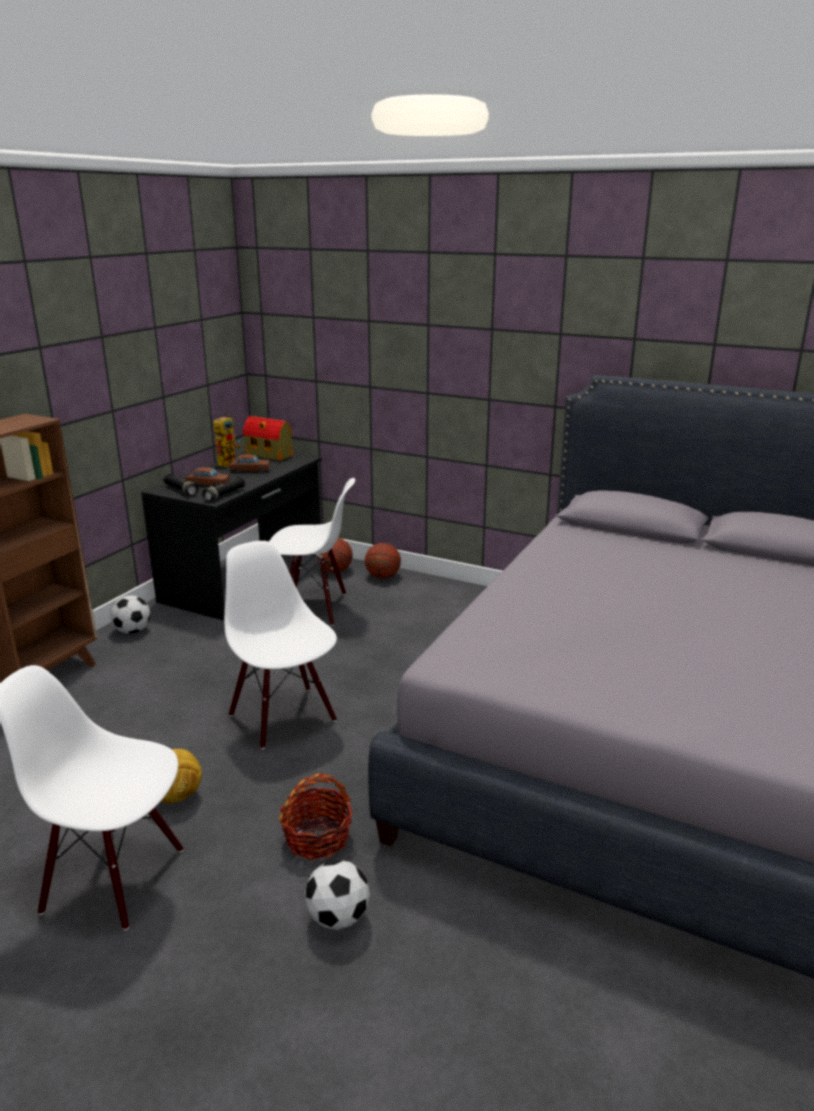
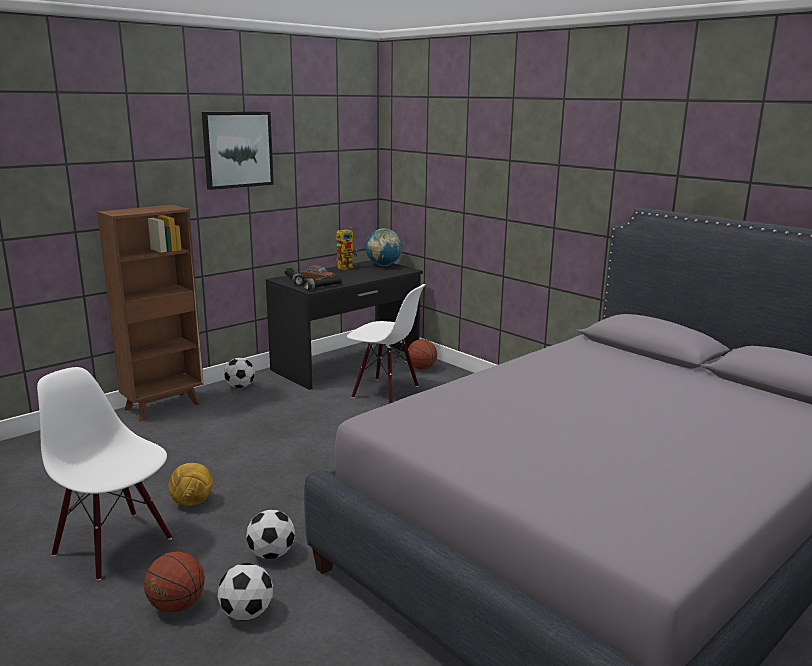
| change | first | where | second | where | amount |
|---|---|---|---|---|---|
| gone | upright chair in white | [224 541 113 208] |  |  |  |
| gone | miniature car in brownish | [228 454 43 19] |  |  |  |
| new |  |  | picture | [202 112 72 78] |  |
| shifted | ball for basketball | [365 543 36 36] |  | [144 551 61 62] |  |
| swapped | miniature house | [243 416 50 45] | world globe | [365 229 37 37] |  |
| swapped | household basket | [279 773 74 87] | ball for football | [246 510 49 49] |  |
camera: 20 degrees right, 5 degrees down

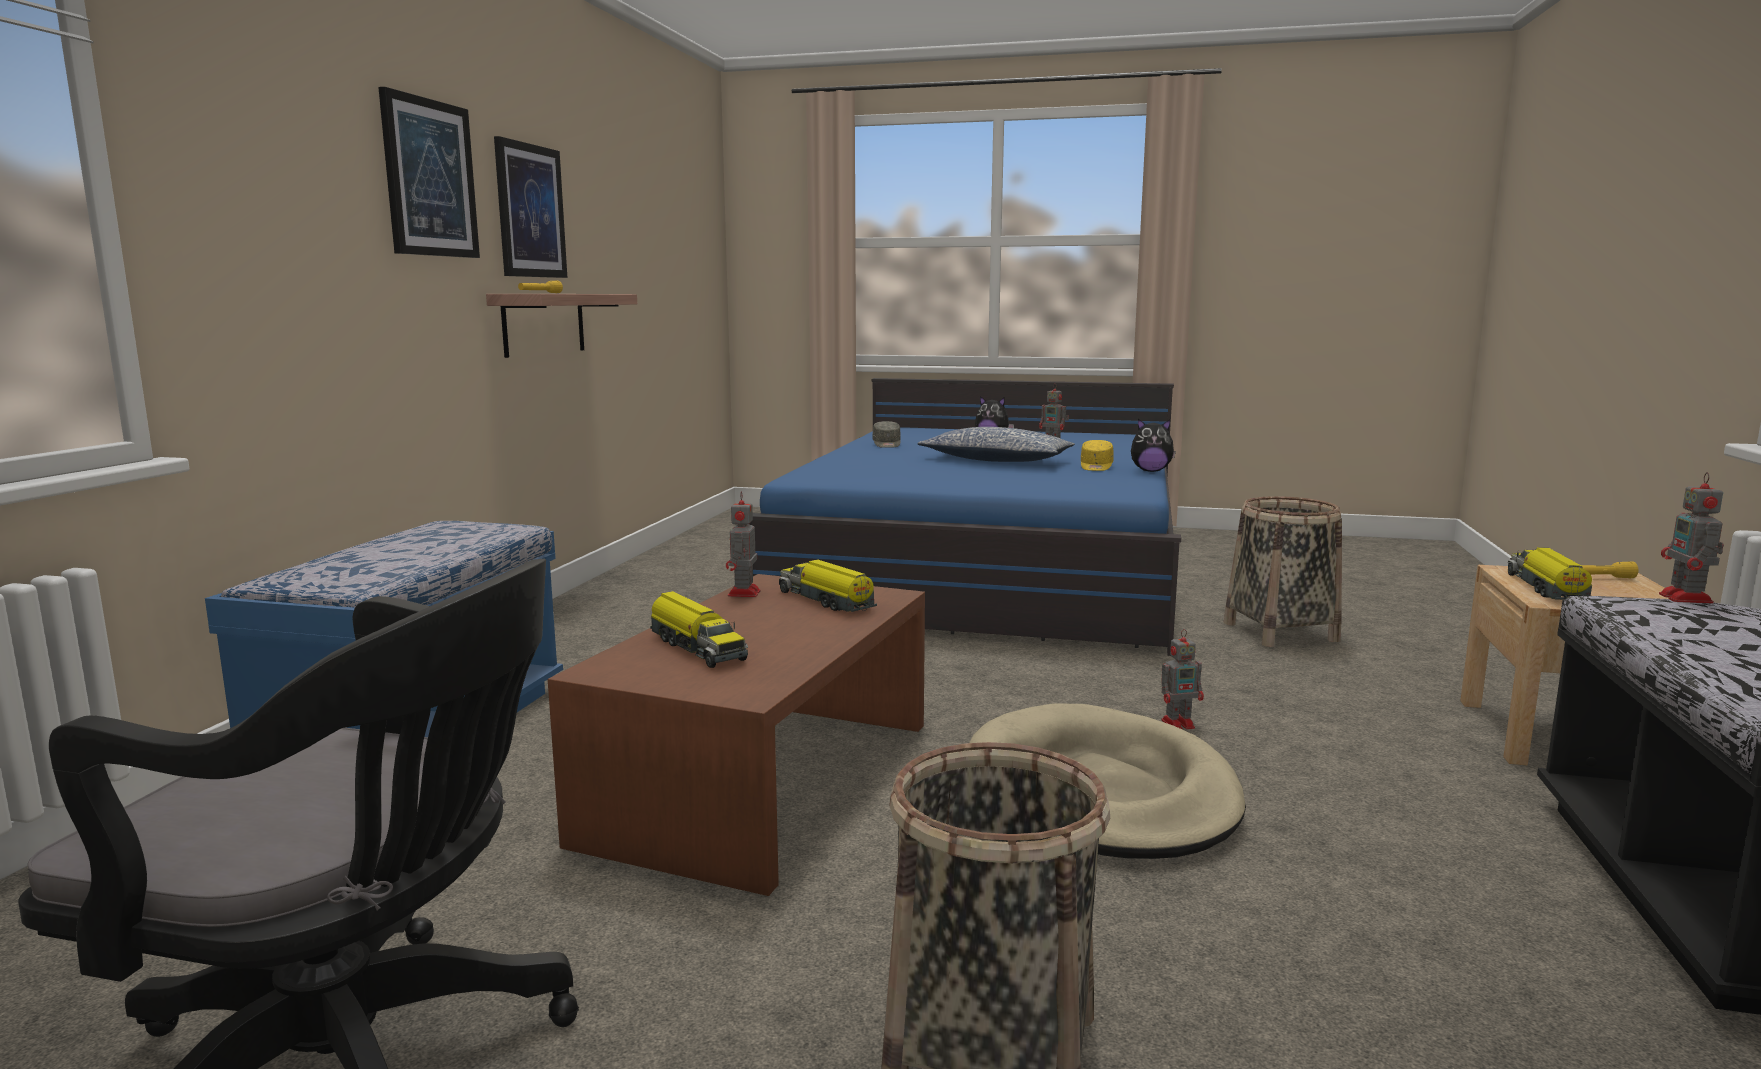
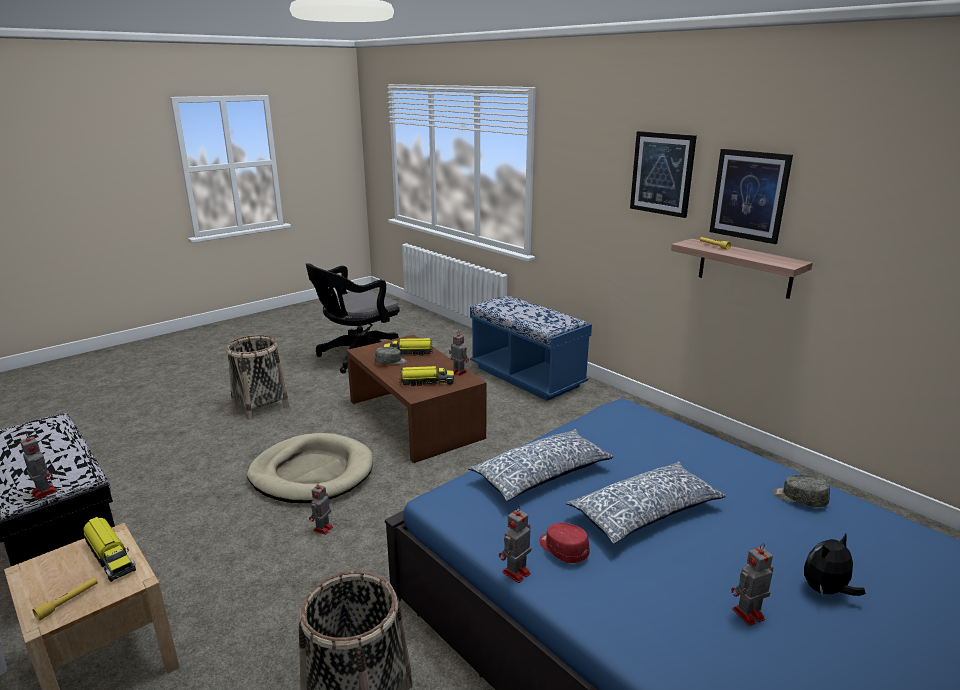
| change | first | where | second | where | amount |
|---|---|---|---|---|---|
| new |  |  | peaked cap in greyish | [375 347 32 18] |  |
| new |  |  | cushion | [468 429 146 72] |  |
| swapped | plush toy | [1131 419 45 53] | model robot | [499 506 32 77] |  |
| repainted | peaked cap in yellow-coloured | [1081 440 33 31] | peaked cap in red | [539 522 51 41] |  |
camera: 125 degrees right, 10 degrees up

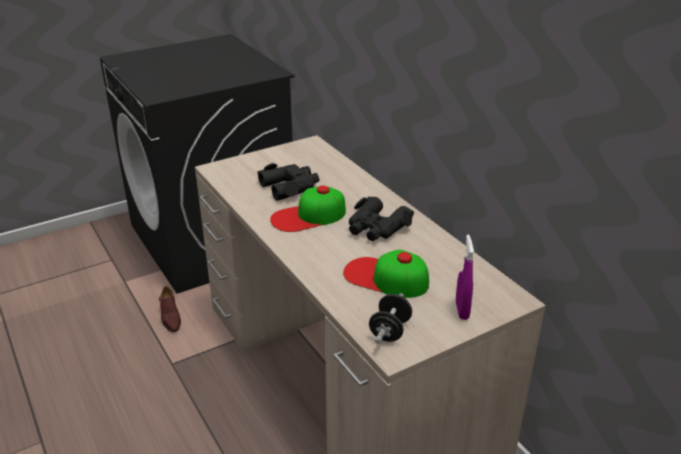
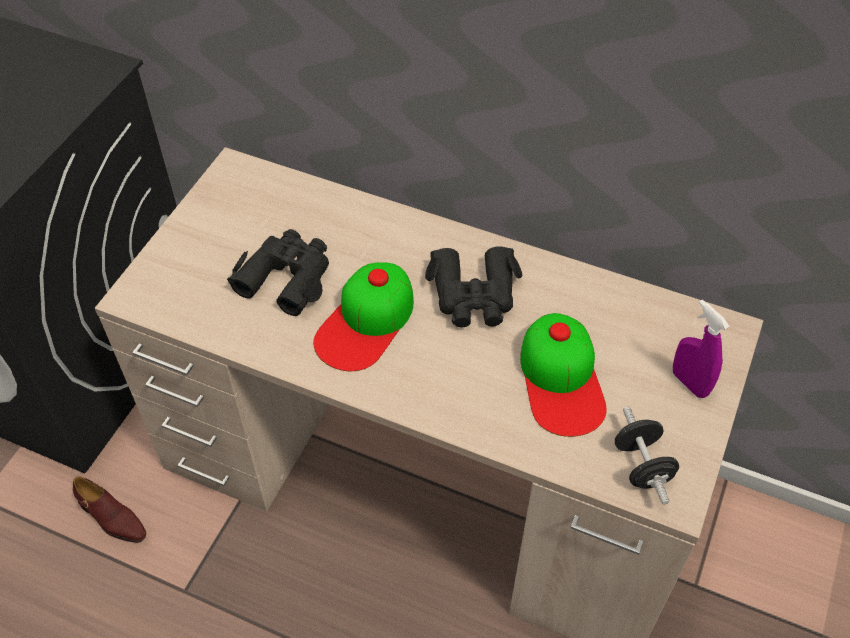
| change | first | where | second | where | amount |
|---|---|---|---|---|---|
| rotated | peaked cap | [343 250 86 48] |  | [520 313 87 124] | 90 degrees counterclockwise |
camera: 35 degrees left, 20 degrees up

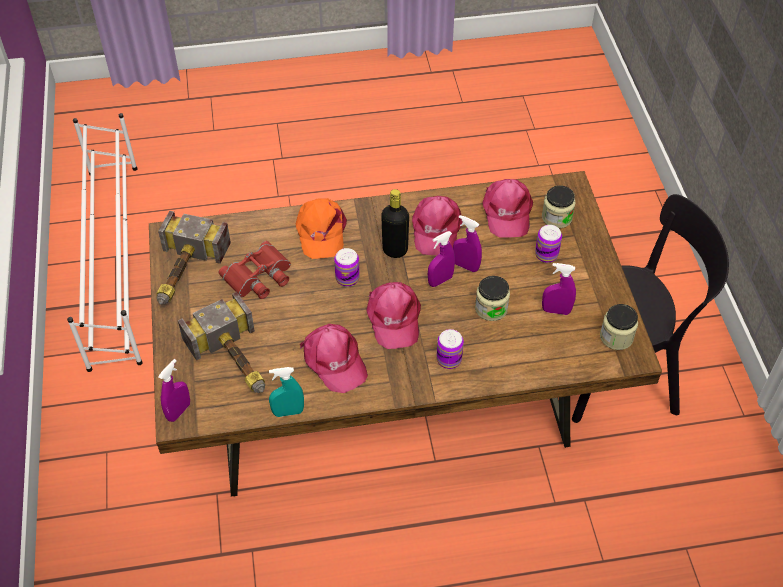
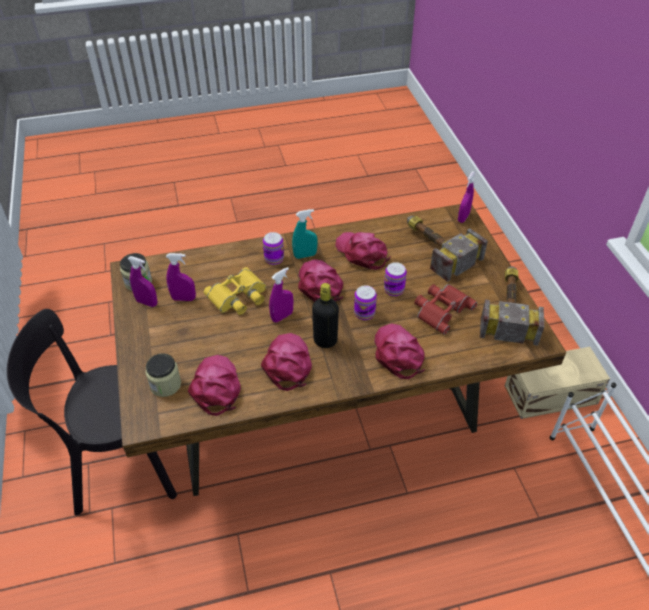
| change | first | where | second | where | amount |
|---|---|---|---|---|---|
| new |  |  | storage bin in beige-coloured | [505 347 105 72] |  |
| shifted | sprayer in turquoise-coloured | [269 367 35 50] |  | [292 209 26 50] |  |
| shifted | sprayer in purplish | [453 215 29 57] |  | [128 256 29 51] |  |
| shifted | metal can | [535 225 27 38] |  | [384 262 23 34] |  |
| swapped | jar | [475 276 35 45] | pair of binoculars in yellow-coloured | [204 267 62 48] |  |
| repainted | peaked cap in orange-coloured | [296 198 51 61] | peaked cap in pink | [374 323 51 56] |  |
camera: 175 degrees right, 5 degrees down

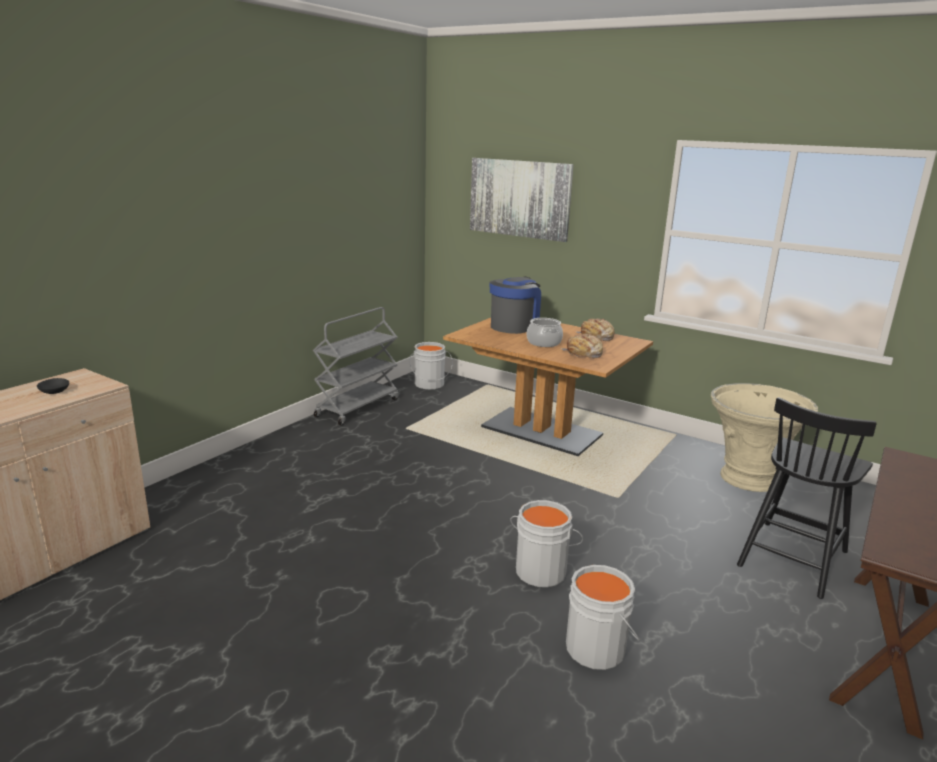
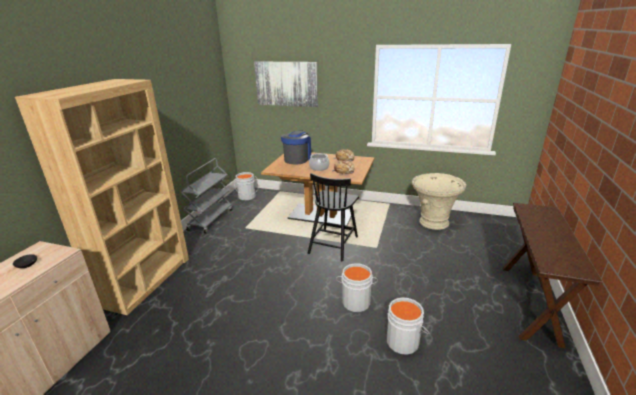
| change | first | where | second | where | amount |
|---|---|---|---|---|---|
| new |  |  | bookshelf in brownish | [15 79 174 236] |  |
| shifted | upright chair in blackish | [737 397 140 202] |  | [308 173 51 88] |  |
camera: 15 degrees left, 5 degrees up

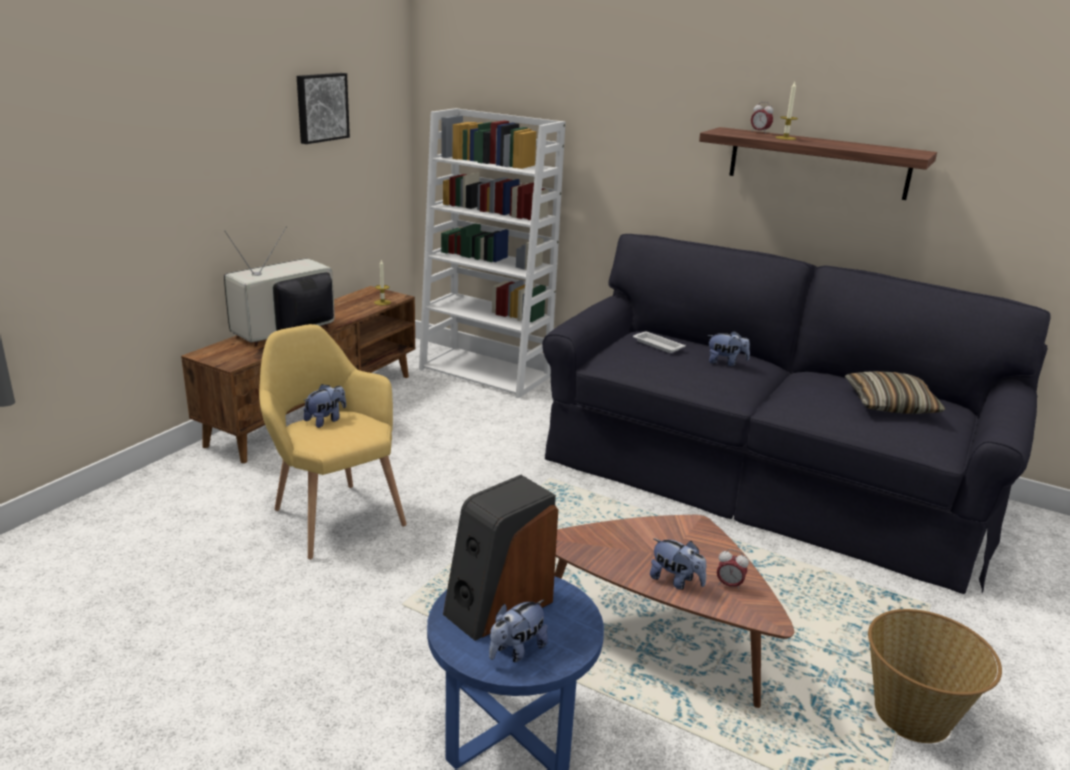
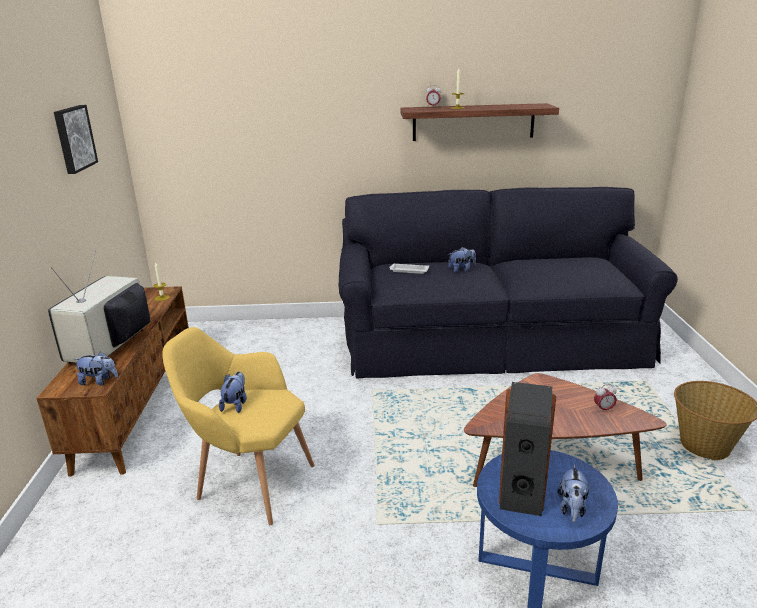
| change | first | where | second | where | amount |
|---|---|---|---|---|---|
| gone | bookshelf in white | [419 108 147 290] |  |  |  |
| gone | cushion | [845 371 100 43] |  |  |  |
| shifted | plush toy | [650 538 56 52] |  | [74 352 44 33] |  |
camera: 30 degrees left, 0 degrees up

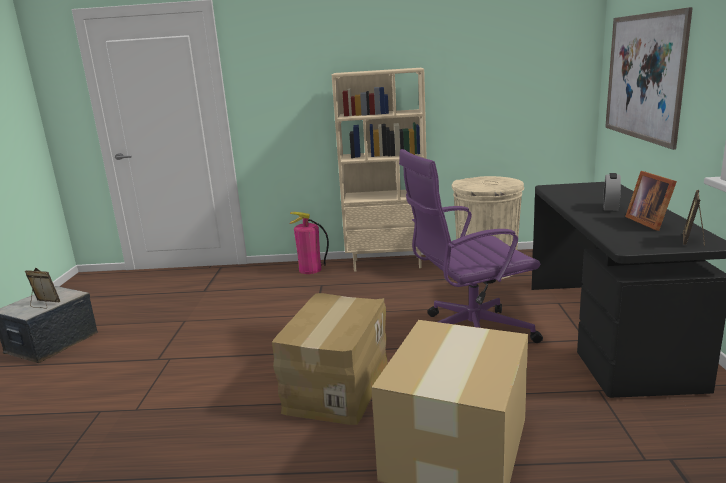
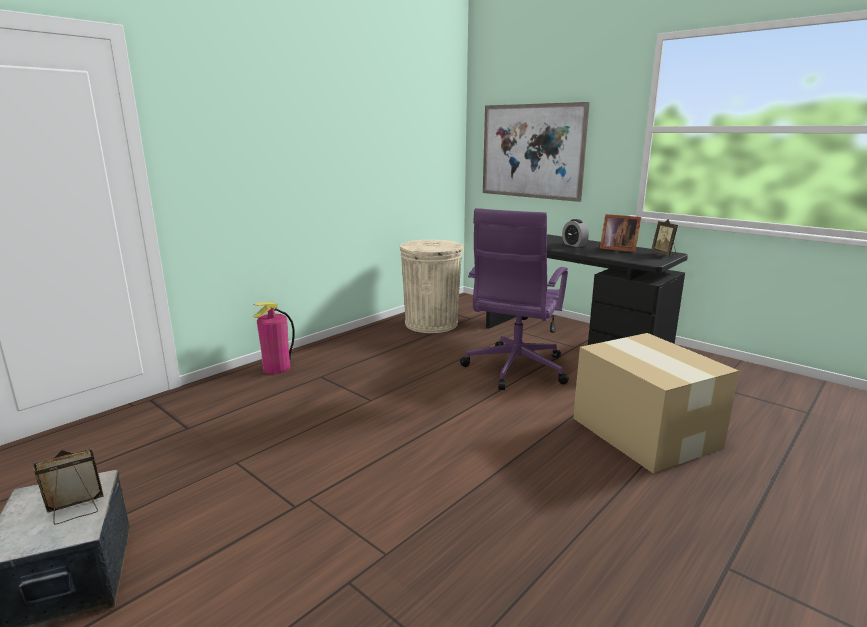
| change | first | where | second | where | amount |
|---|---|---|---|---|---|
| gone | packing box | [272 293 116 132] |  |  |  |
| gone | bookshelf in beige-coloured | [332 68 95 204] |  |  |  |
camera: 50 degrees left, 0 degrees up

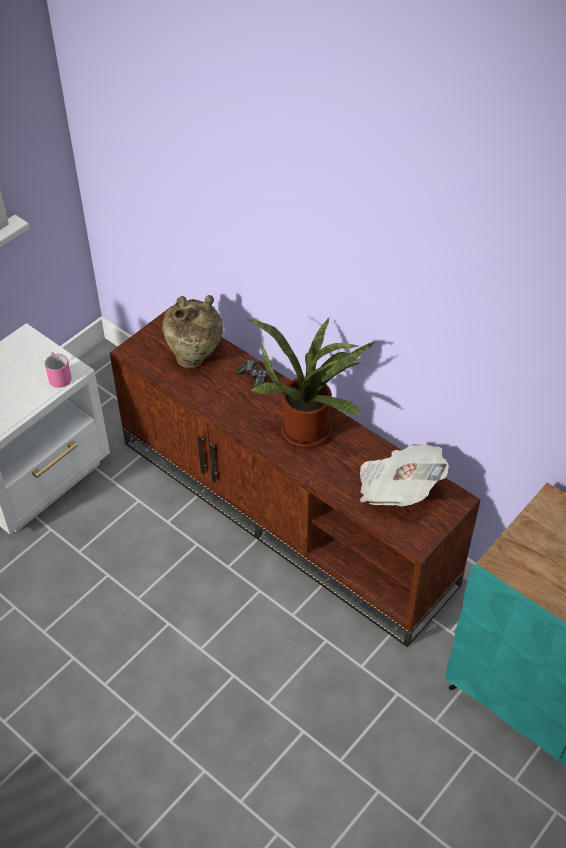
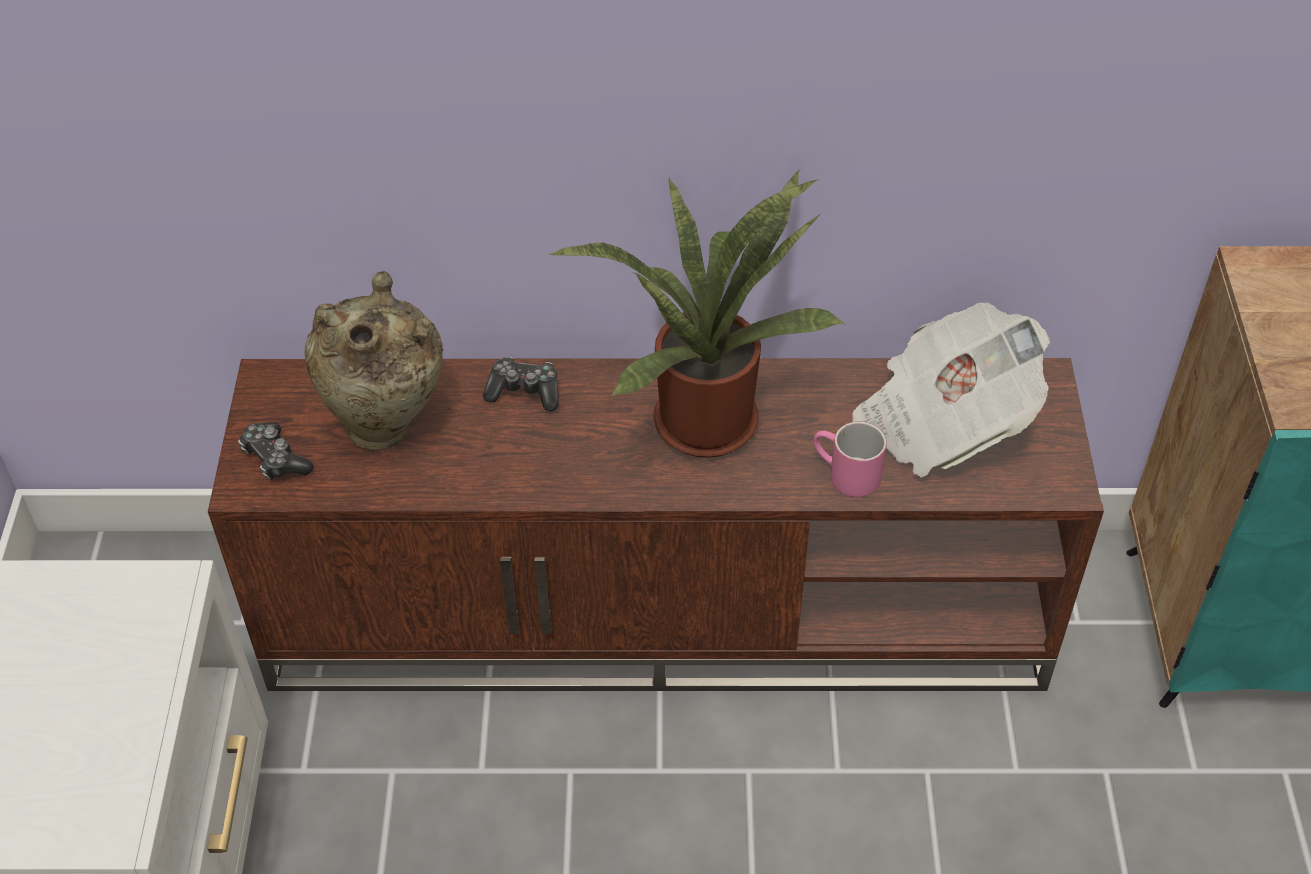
| change | first | where | second | where | amount |
|---|---|---|---|---|---|
| new |  |  | gamepad | [238 422 76 58] |  |
| shifted | tea mug in pink | [45 352 27 36] |  | [813 421 74 76] |  |
camera: 40 degrees left, 0 degrees up

